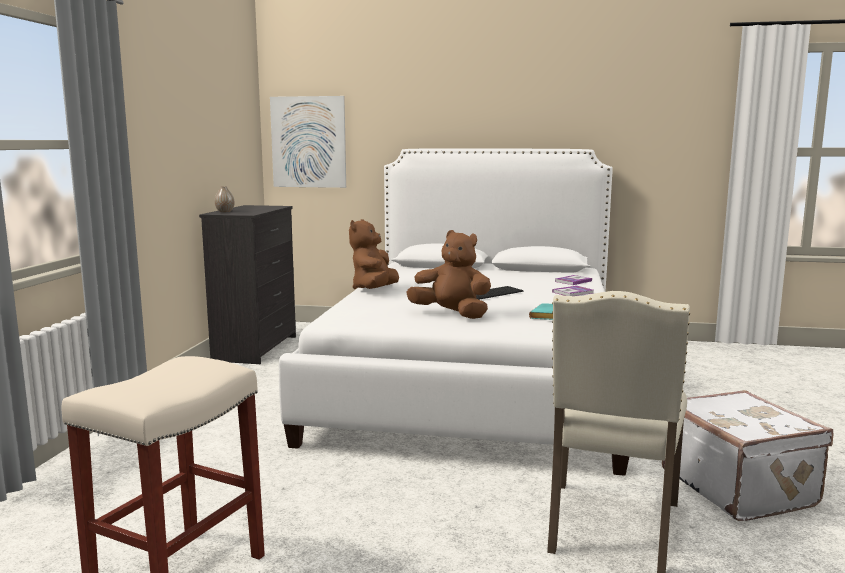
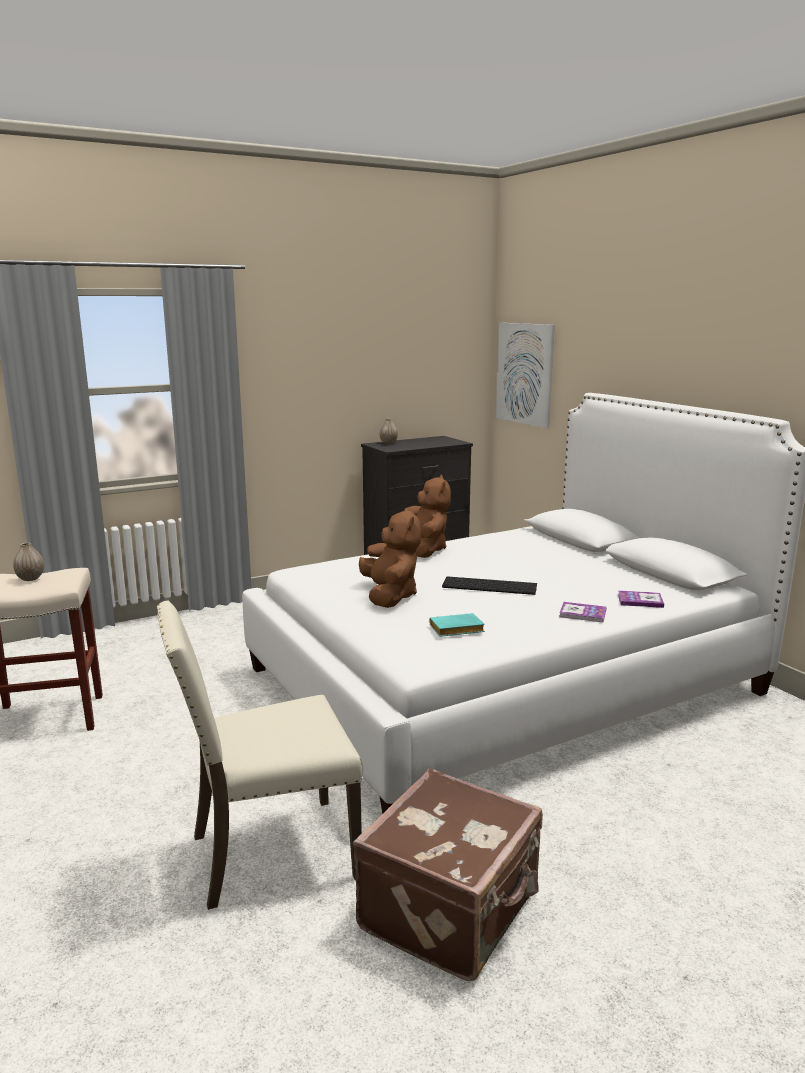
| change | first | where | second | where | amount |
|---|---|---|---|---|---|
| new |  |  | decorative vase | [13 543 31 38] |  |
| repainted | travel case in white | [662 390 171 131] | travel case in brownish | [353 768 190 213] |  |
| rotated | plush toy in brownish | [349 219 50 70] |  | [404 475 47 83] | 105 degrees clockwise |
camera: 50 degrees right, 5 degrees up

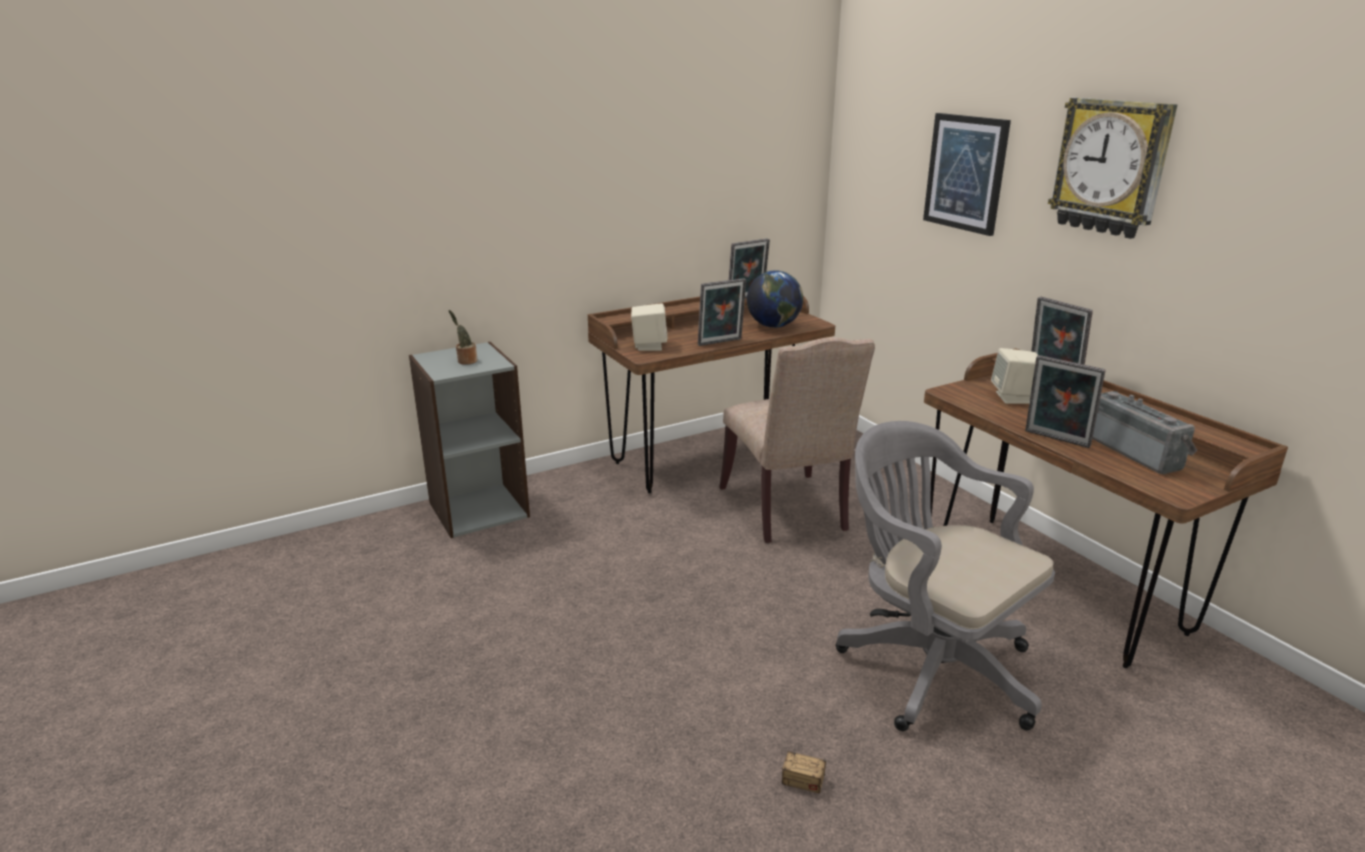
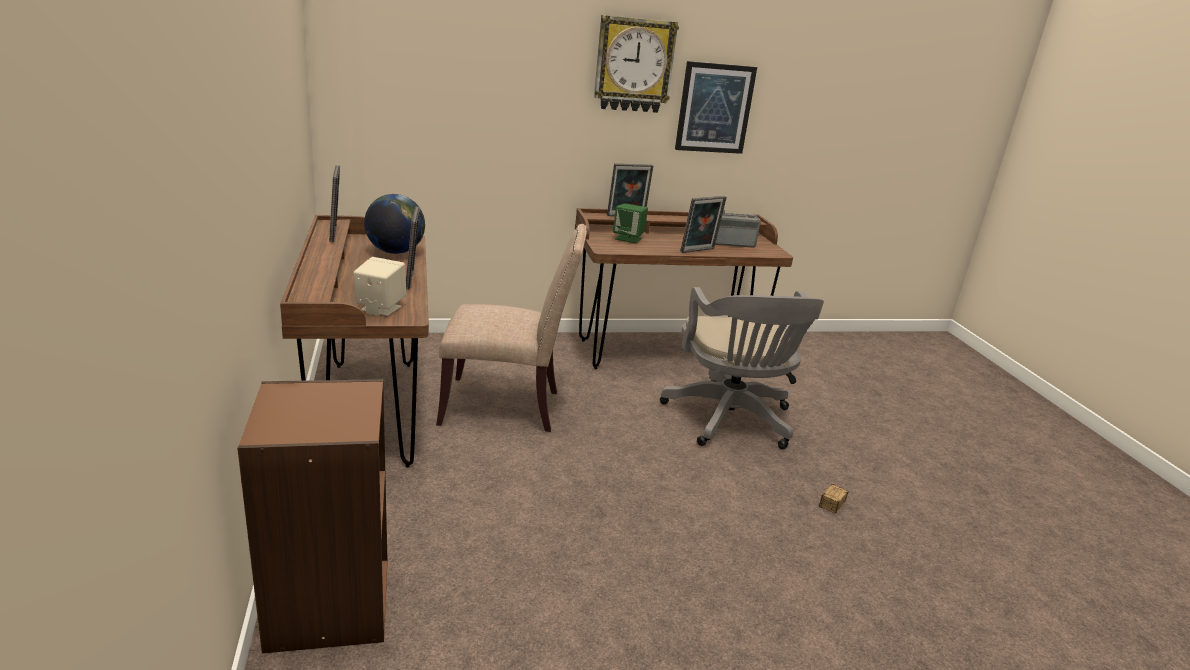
| change | first | where | second | where | amount |
|---|---|---|---|---|---|
| gone | plant in a pot | [449 310 29 55] |  |  |  |
| shifted | picture | [923 113 88 123] |  | [675 61 82 93] |  |
| repainted | bookshelf in greyish | [409 342 121 196] | bookshelf in brownish | [237 379 151 275] |  |
| repainted | audio speaker in beige-coloured | [991 348 47 56] | audio speaker in green | [613 203 35 40] |  |
| rotated | desk chair in greyish | [835 421 220 310] |  | [660 287 164 162] | 75 degrees counterclockwise |
camera: 75 degrees left, 0 degrees up

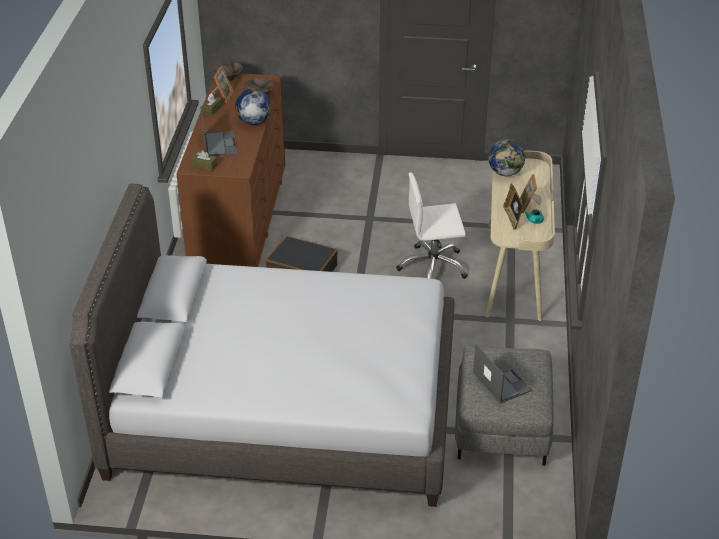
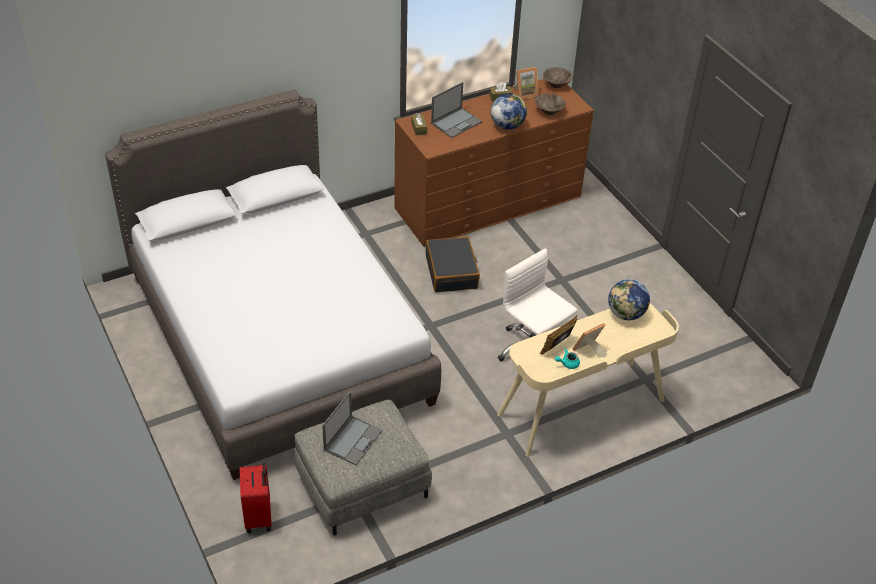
| change | first | where | second | where | amount |
|---|---|---|---|---|---|
| new |  |  | travel case in red | [240 462 32 71] |  |
camera: 55 degrees right, 5 degrees up

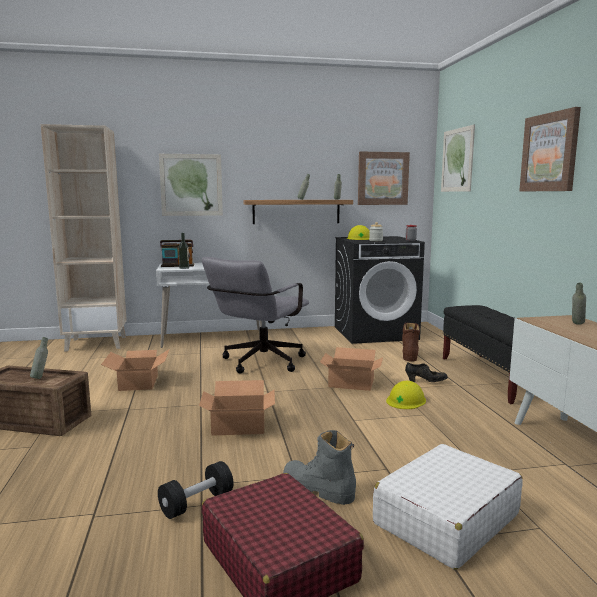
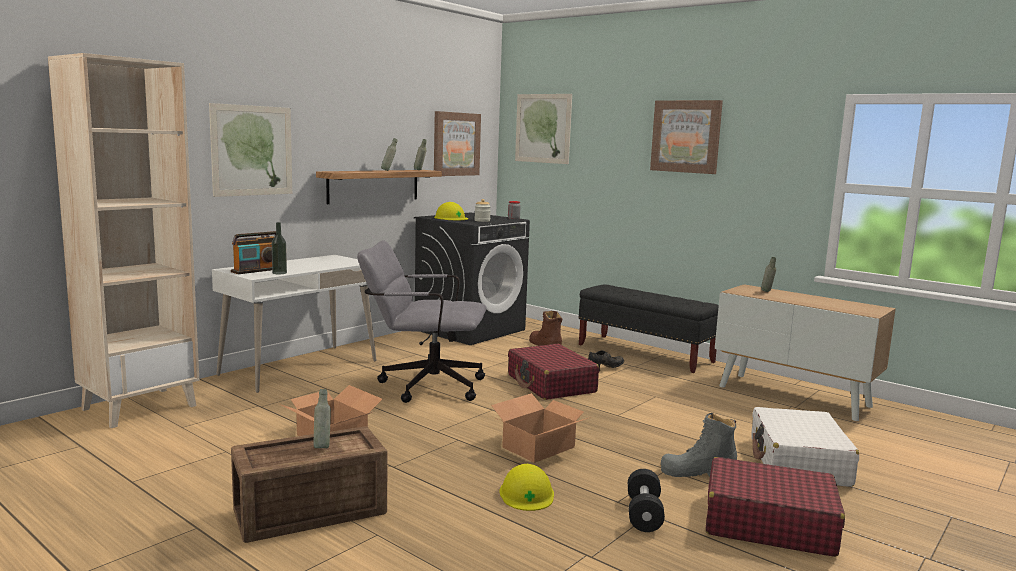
| change | first | where | second | where | amount |
|---|---|---|---|---|---|
| shifted | work helmet in yellow-coloured | [386 381 40 28] |  | [499 464 55 47] |  |
| swapped | packing box | [320 347 63 44] | travel case in red | [508 344 91 56] |  |
| rotated | desk chair in greyish | [202 257 107 117] |  | [357 240 130 163] | 105 degrees clockwise |
camera: 40 degrees left, 0 degrees up

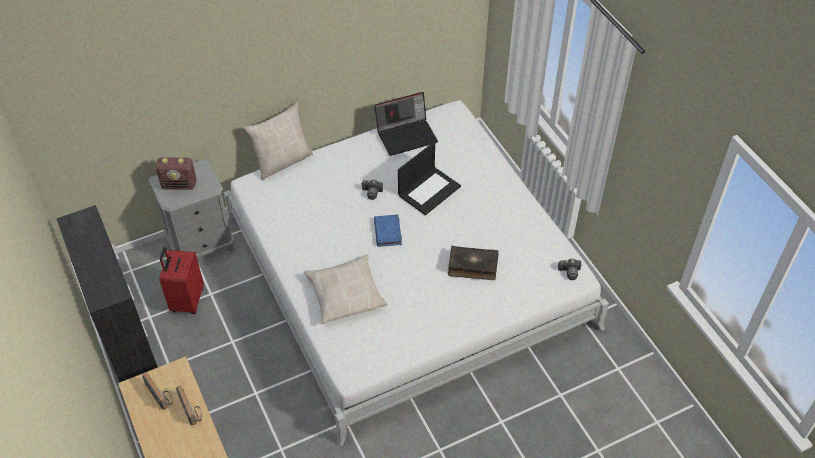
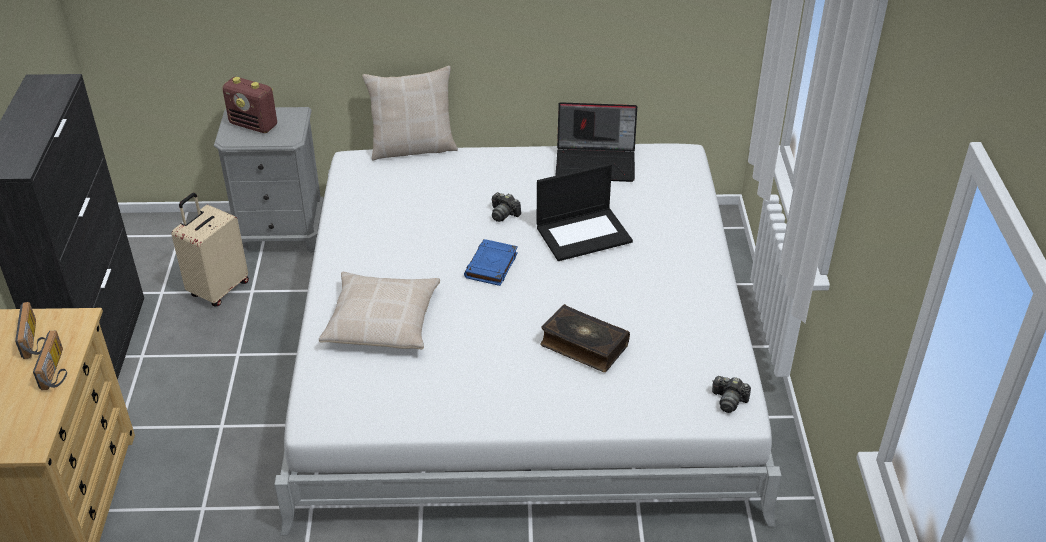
| change | first | where | second | where | amount |
|---|---|---|---|---|---|
| repainted | travel case in red | [159 247 45 67] | travel case in beige-coloured | [171 193 78 113] |  |
camera: 25 degrees right, 10 degrees down

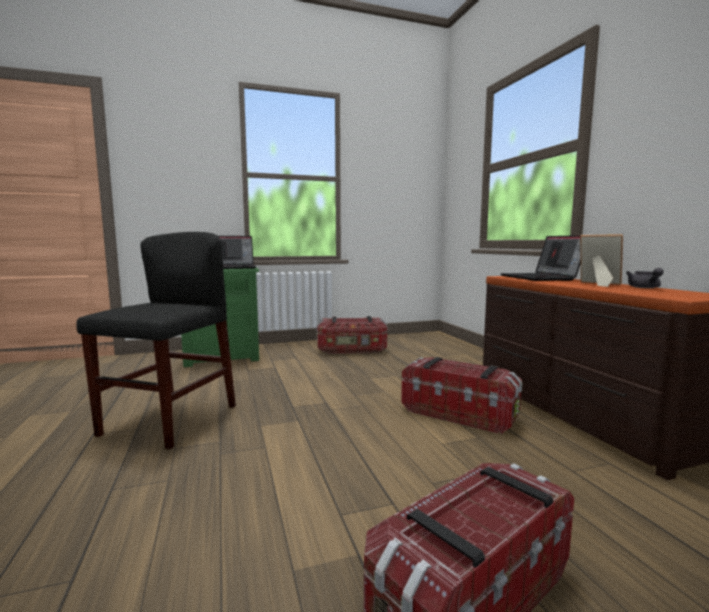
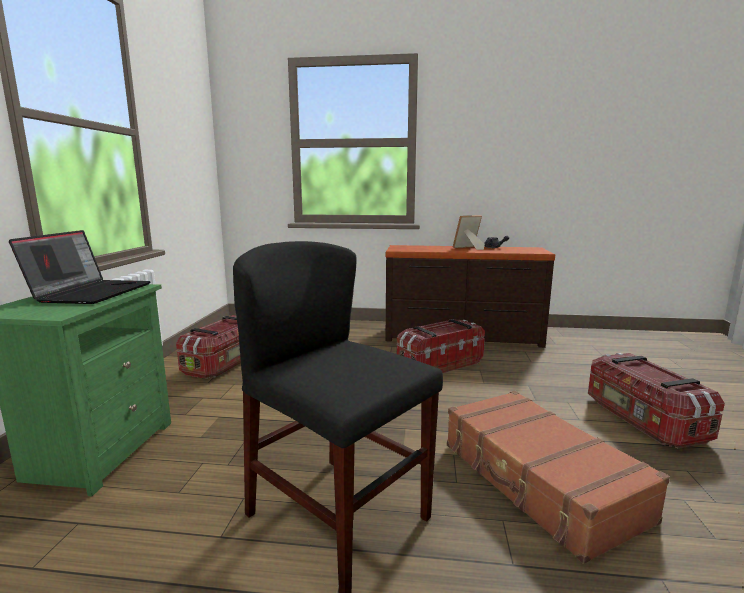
| change | first | where | second | where | amount |
|---|---|---|---|---|---|
| gone | laptop | [501 235 80 46] |  |  |  |
| new |  |  | travel case in brownish | [447 391 223 173] |  |
camera: 65 degrees left, 5 degrees up

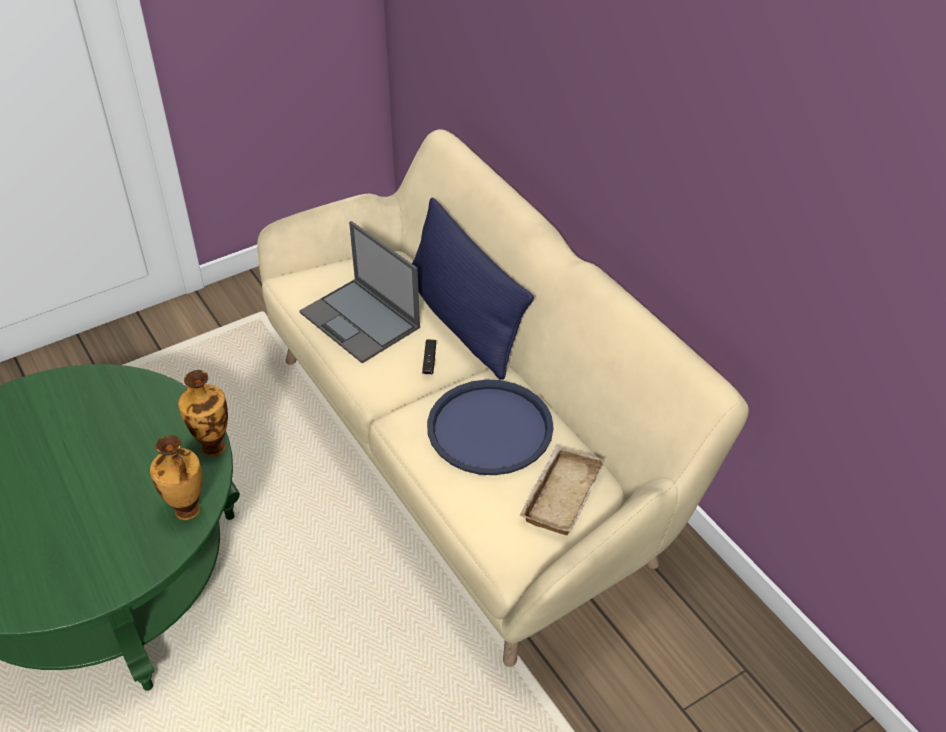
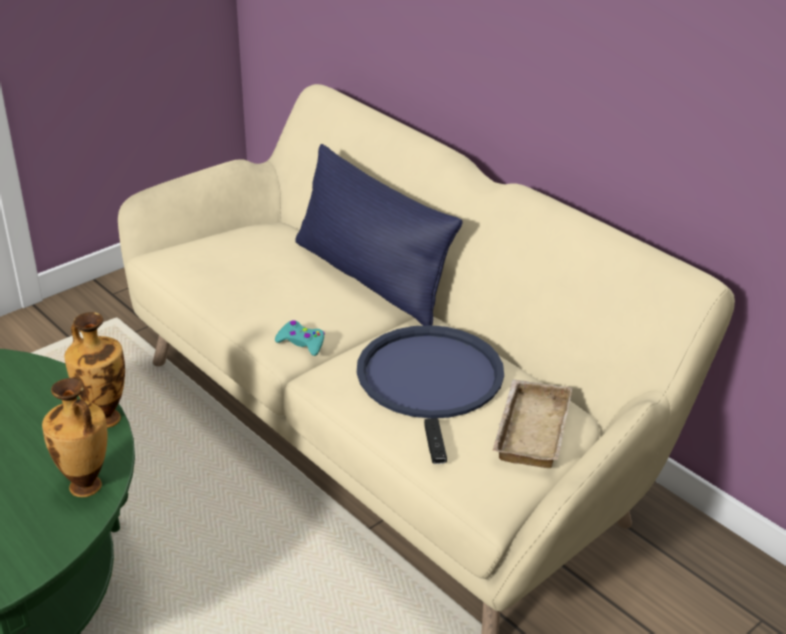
| change | first | where | second | where | amount |
|---|---|---|---|---|---|
| gone | laptop | [299 221 121 142] |  |  |  |
| new |  |  | gamepad in turquoise-coloured | [275 320 50 36] |  |
| shifted | gamepad in blackish | [422 340 14 35] |  | [424 418 23 46] |  |
camera: 10 degrees left, 10 degrees down

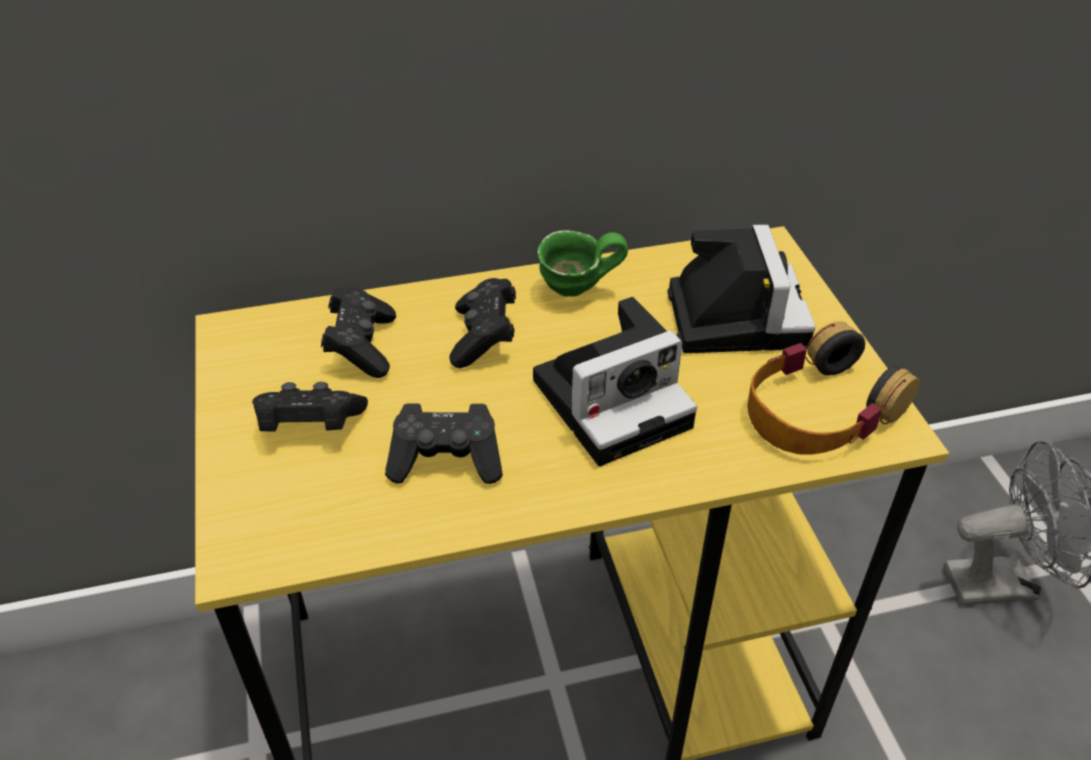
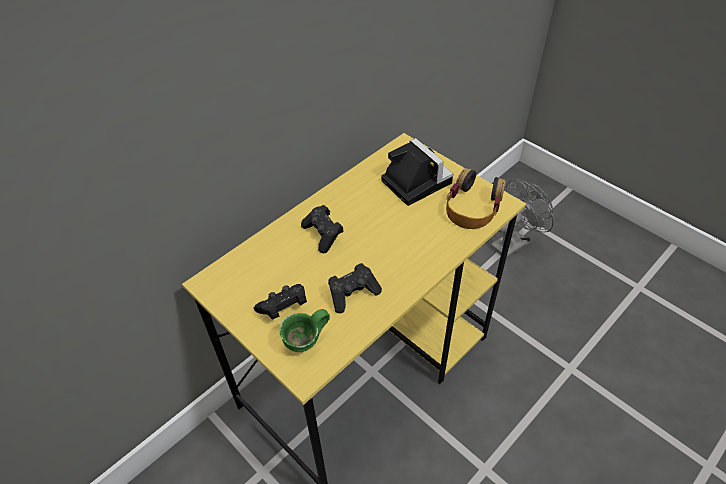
| change | first | where | second | where | amount |
|---|---|---|---|---|---|
| gone | gamepad in blackish | [321 287 75 91] |  |  |  |
| gone | photo camera | [533 297 164 169] |  |  |  |
| shifted | tea mug in green | [537 230 91 67] |  | [280 309 50 43] |  |
camera: 30 degrees left, 5 degrees up

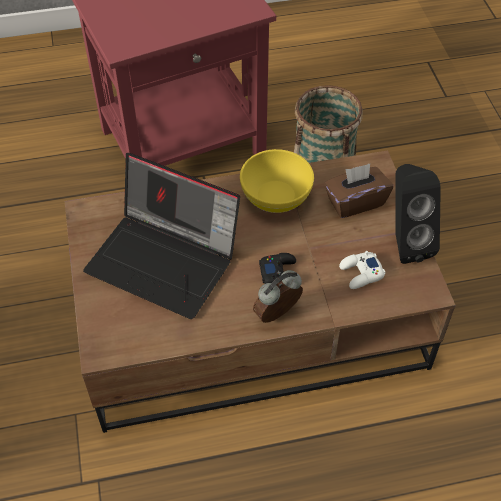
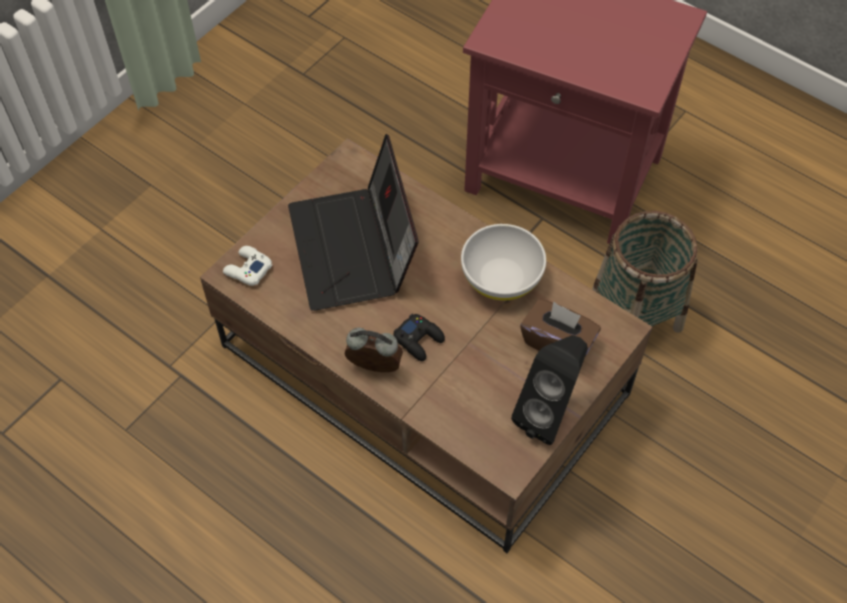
| change | first | where | second | where | amount |
|---|---|---|---|---|---|
| shifted | gamepad in white | [339 251 47 38] |  | [223 246 49 40] |  |
| repainted | deep dish in yellow-coloured | [240 149 74 64] | deep dish in white | [461 224 85 77] |  |
camera: 50 degrees right, 5 degrees up

